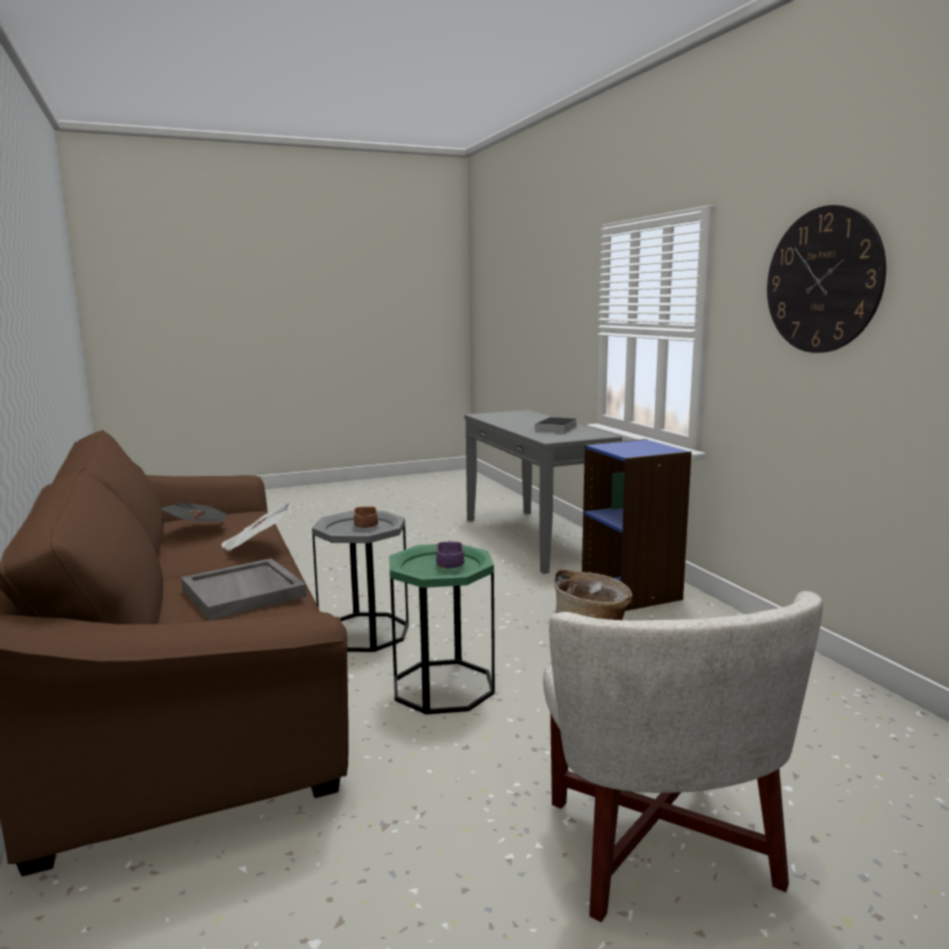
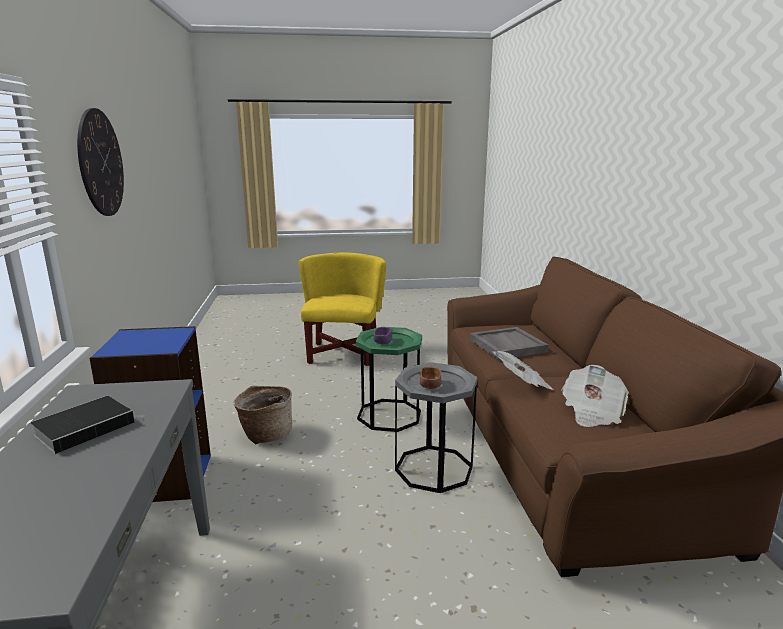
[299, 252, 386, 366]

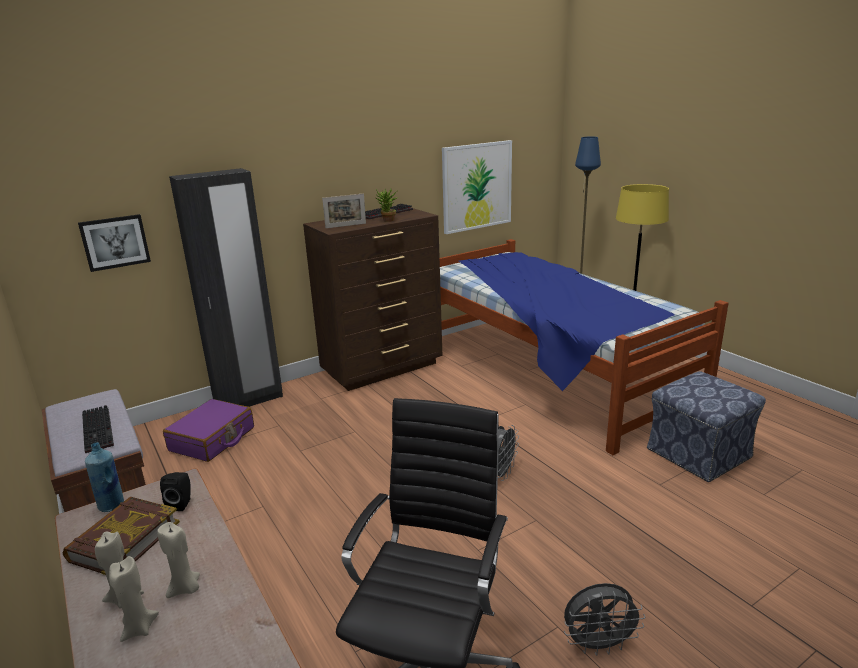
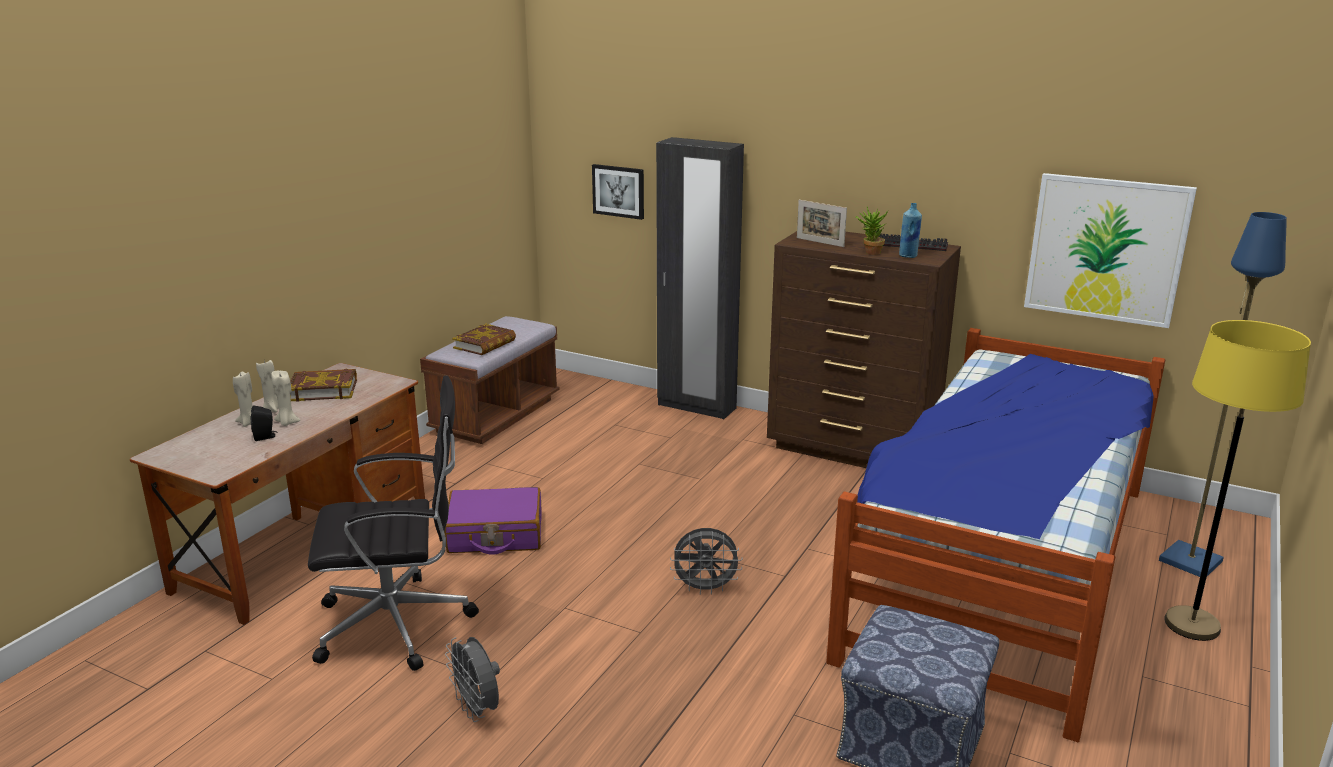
[251, 405, 276, 441]
[444, 487, 542, 555]
[452, 324, 516, 355]
[899, 203, 922, 258]

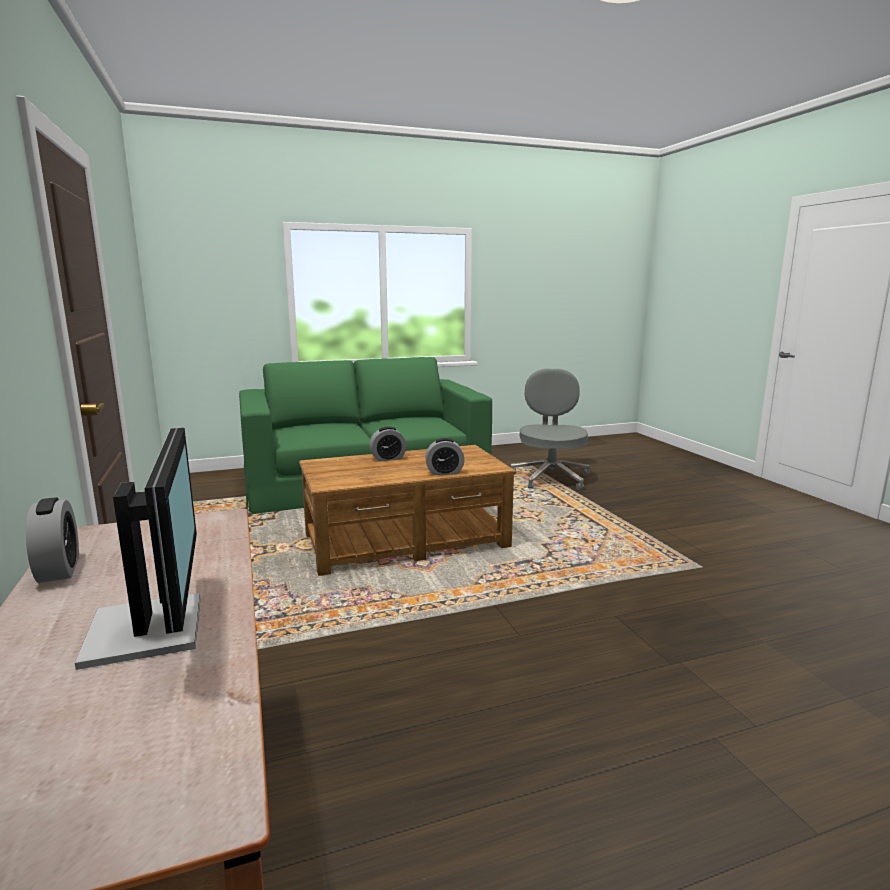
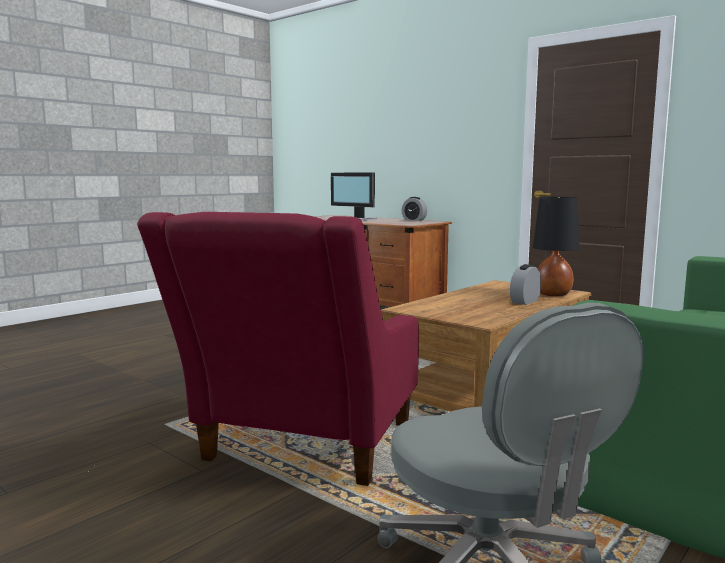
[137, 212, 419, 486]
[533, 197, 579, 296]
[425, 438, 465, 475] (first image)

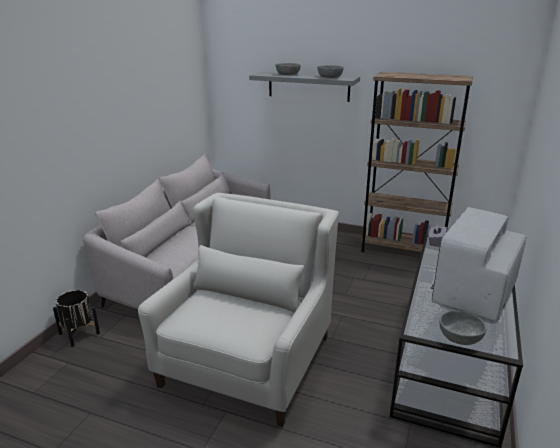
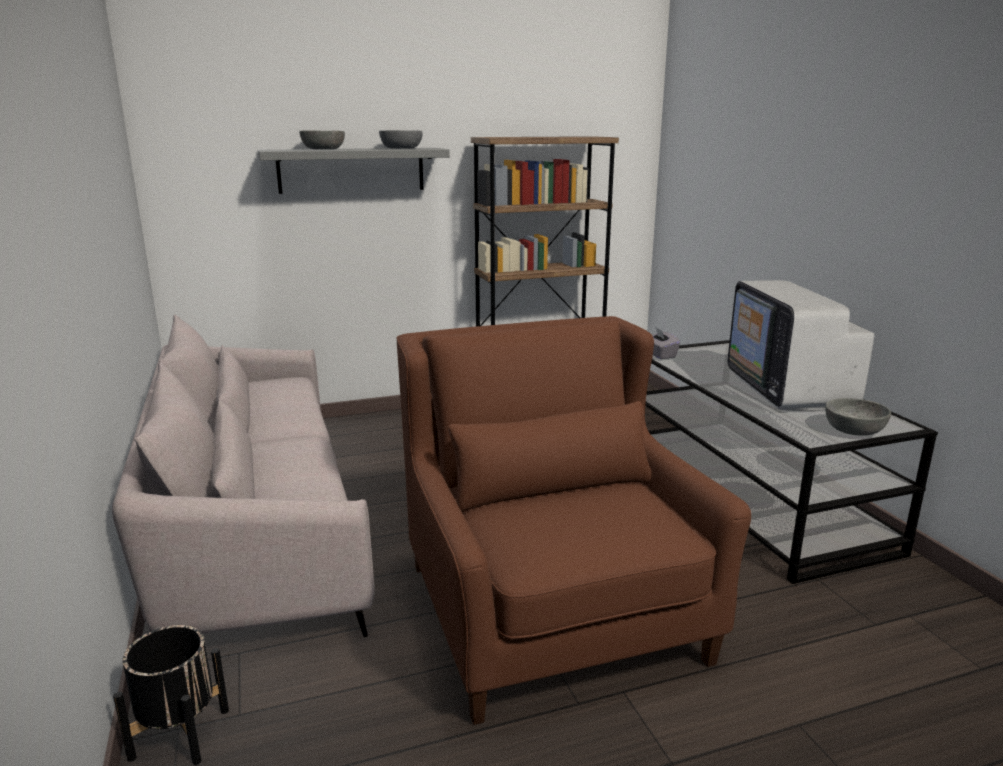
[397, 316, 751, 725]

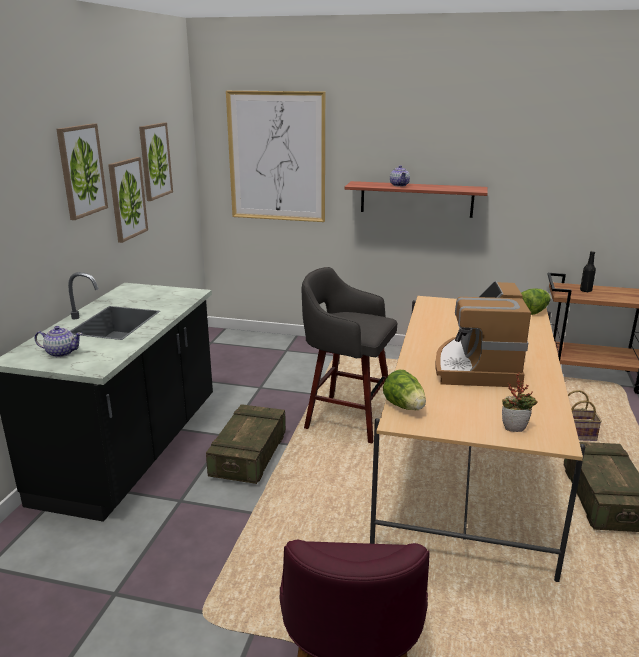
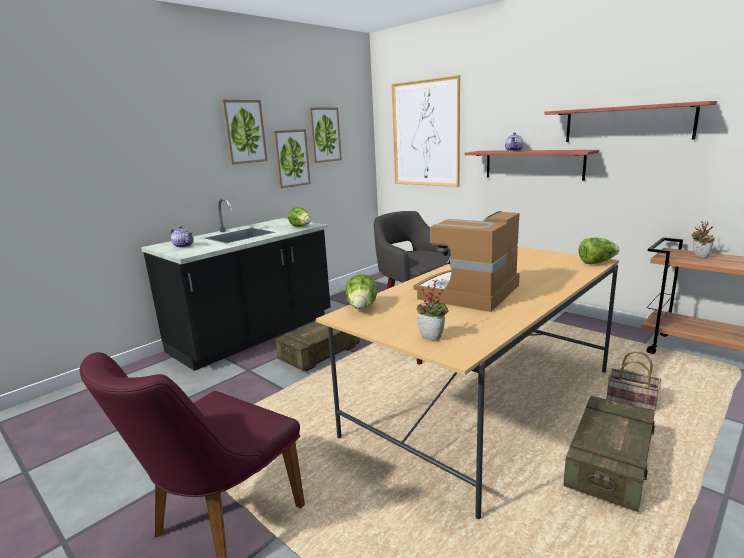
[288, 207, 311, 227]
[544, 101, 717, 142]
[691, 221, 715, 258]

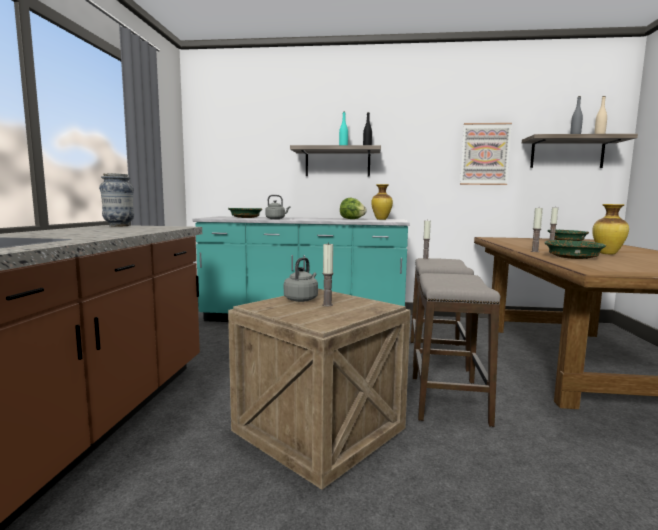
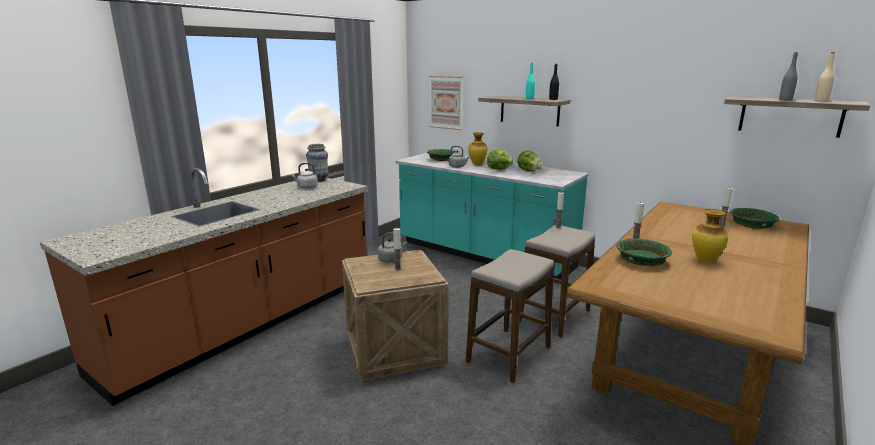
[291, 163, 318, 189]
[429, 76, 463, 130]
[468, 132, 487, 165]
[487, 150, 513, 170]

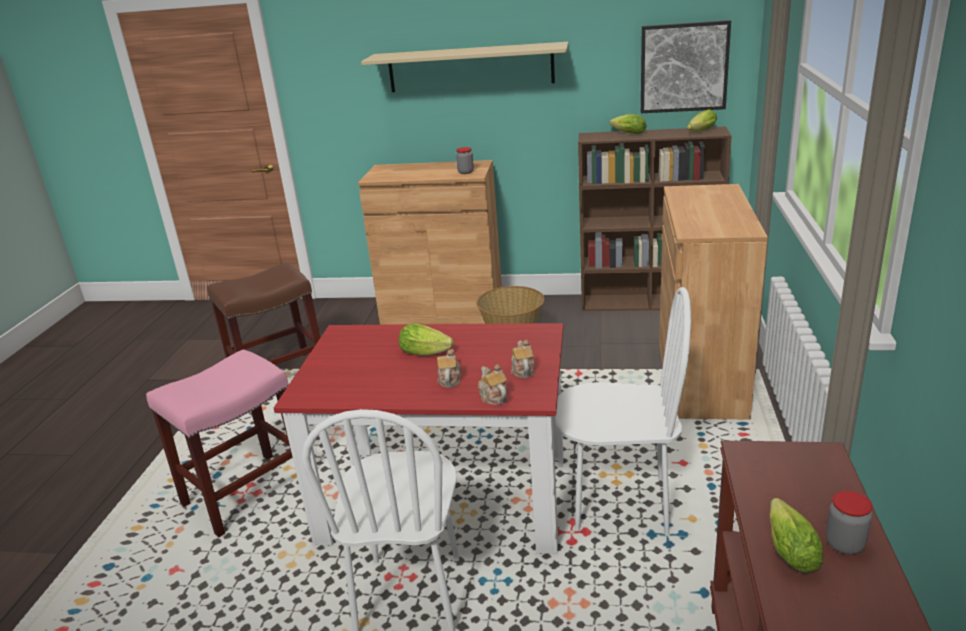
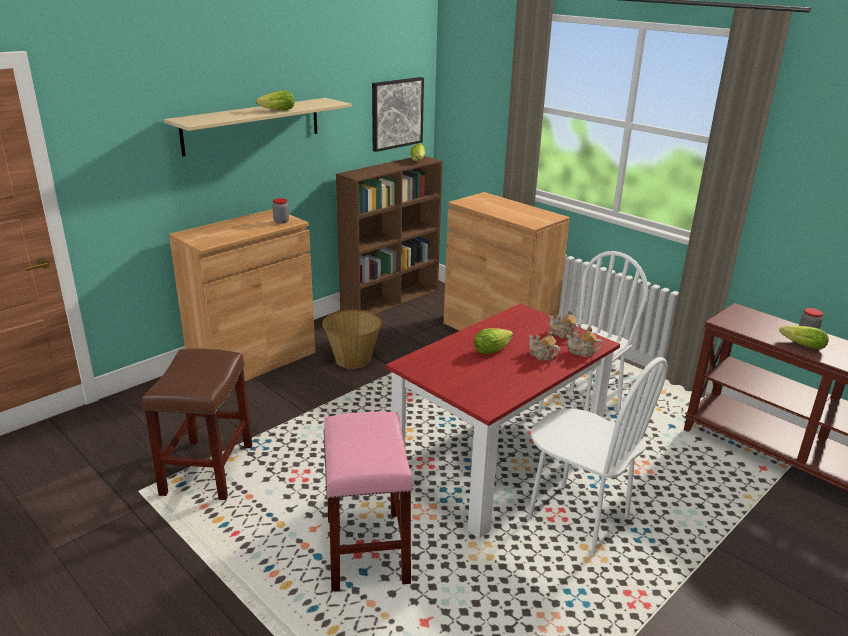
[256, 91, 295, 110]

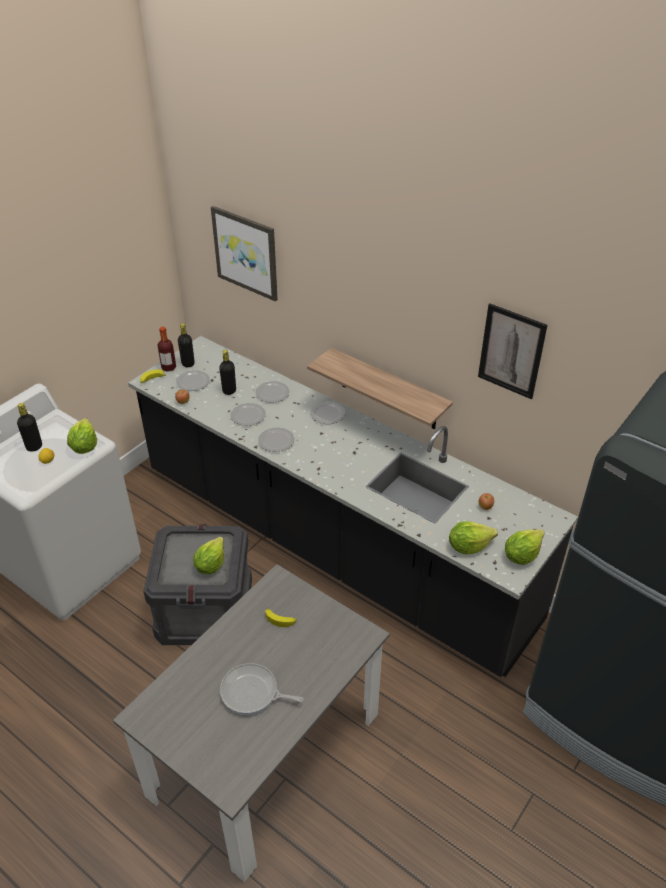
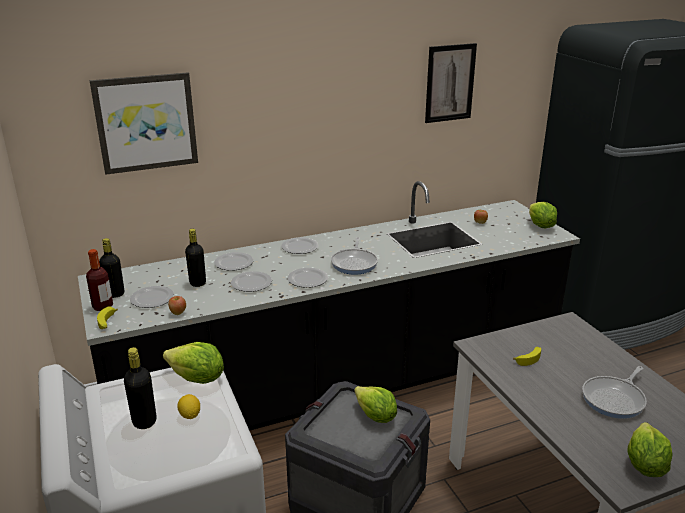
[331, 237, 378, 275]
[628, 422, 672, 477]
[307, 348, 453, 429] (first image)

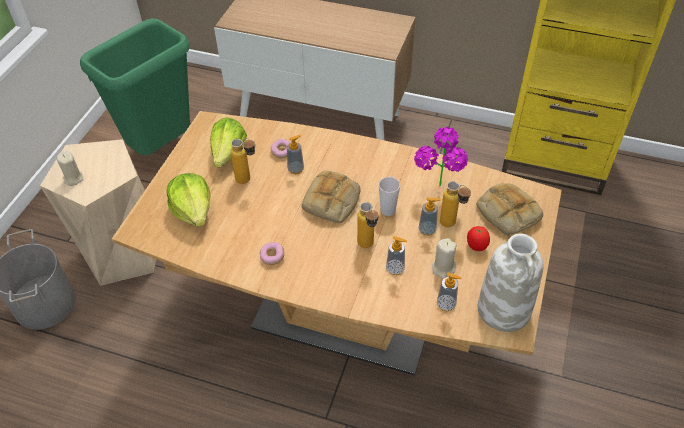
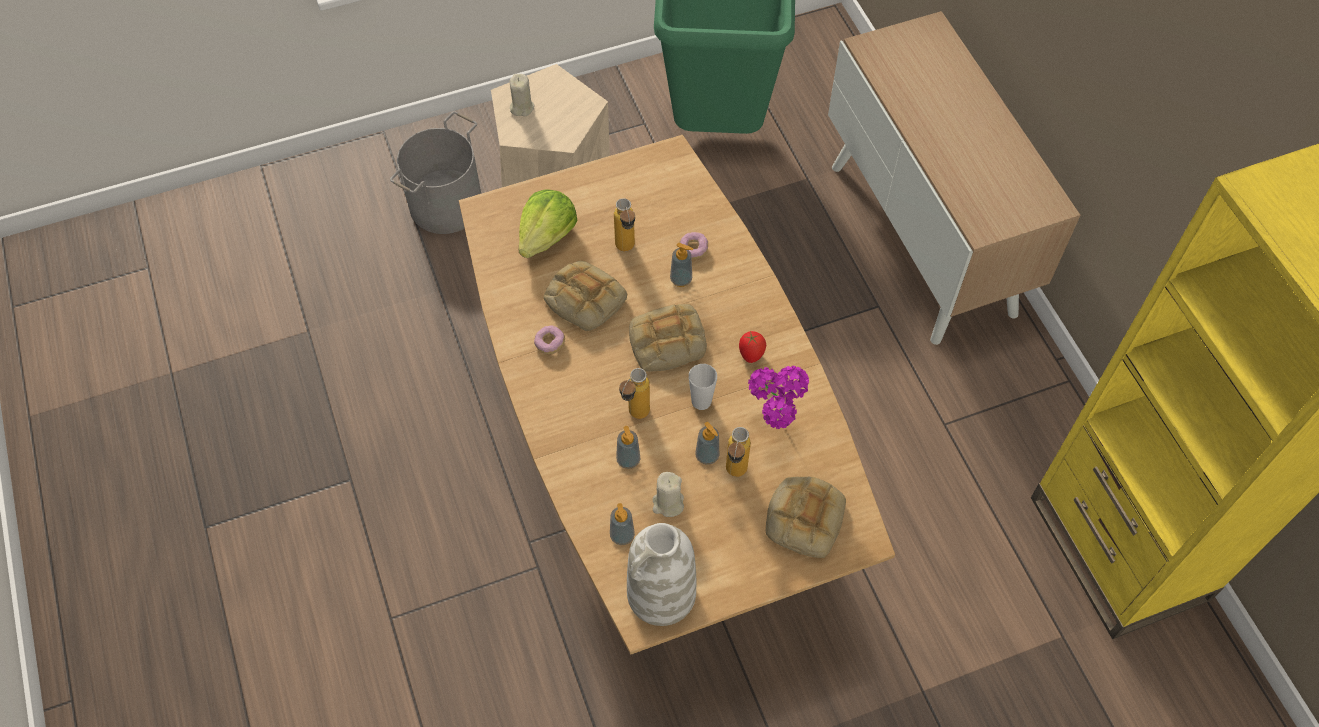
[543, 261, 627, 331]
[739, 331, 766, 363]
[210, 117, 247, 167] (first image)

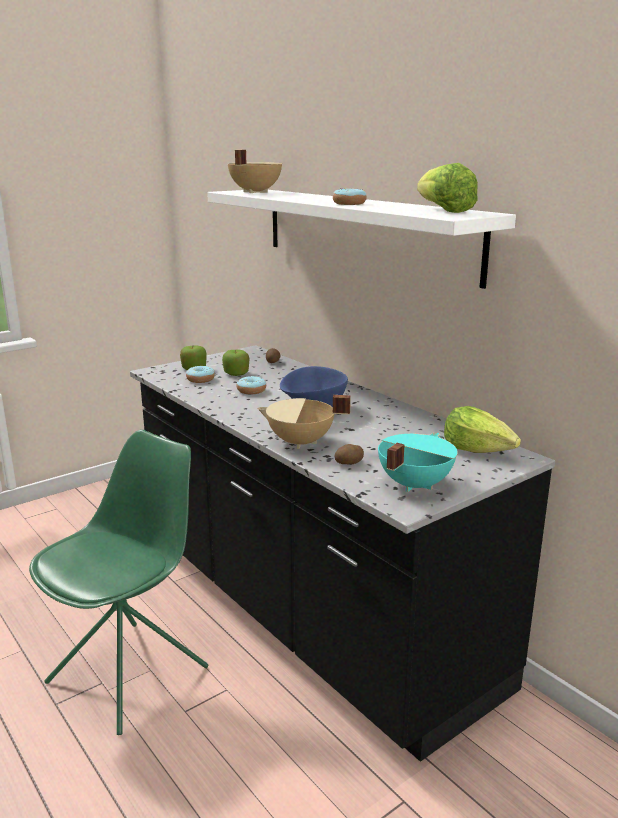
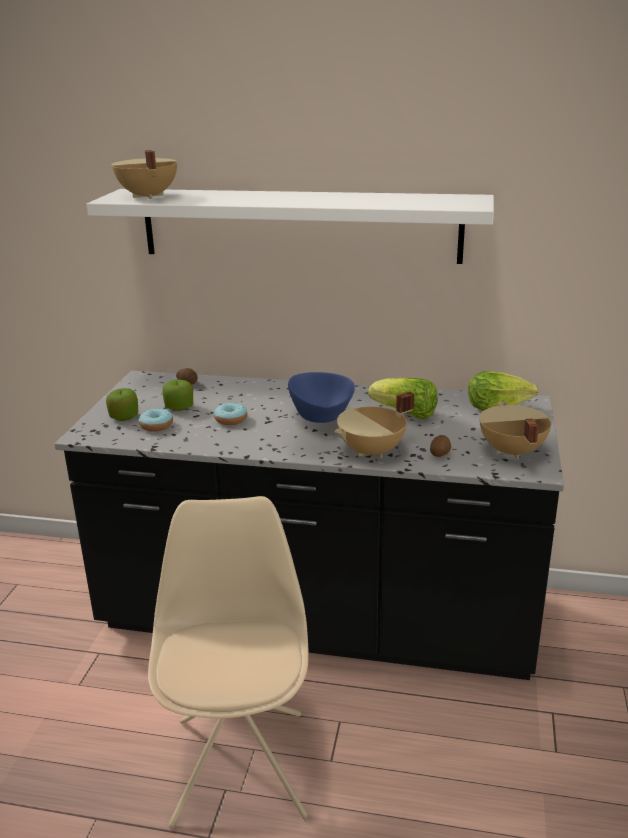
[148, 496, 309, 828]
[368, 378, 438, 419]
[479, 401, 551, 459]
[333, 188, 367, 205] (first image)

